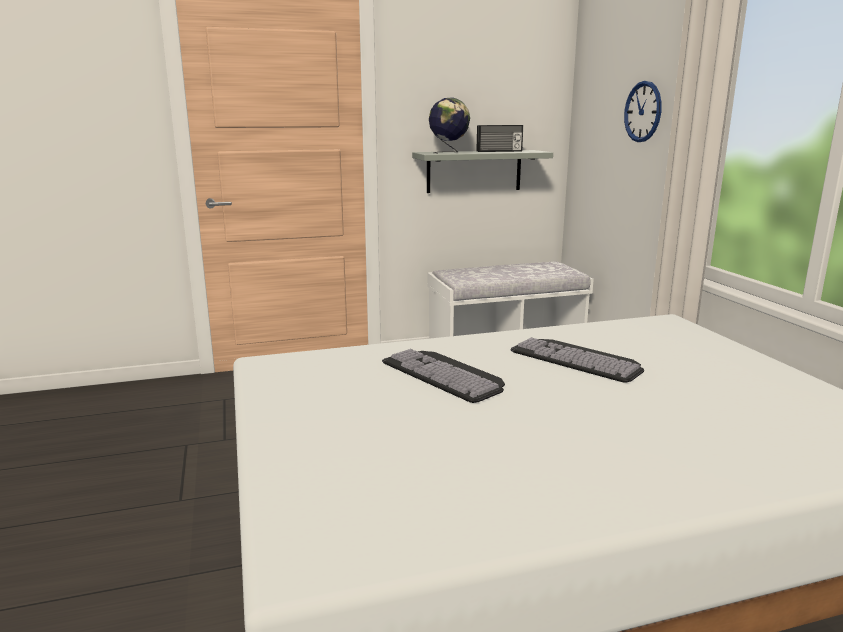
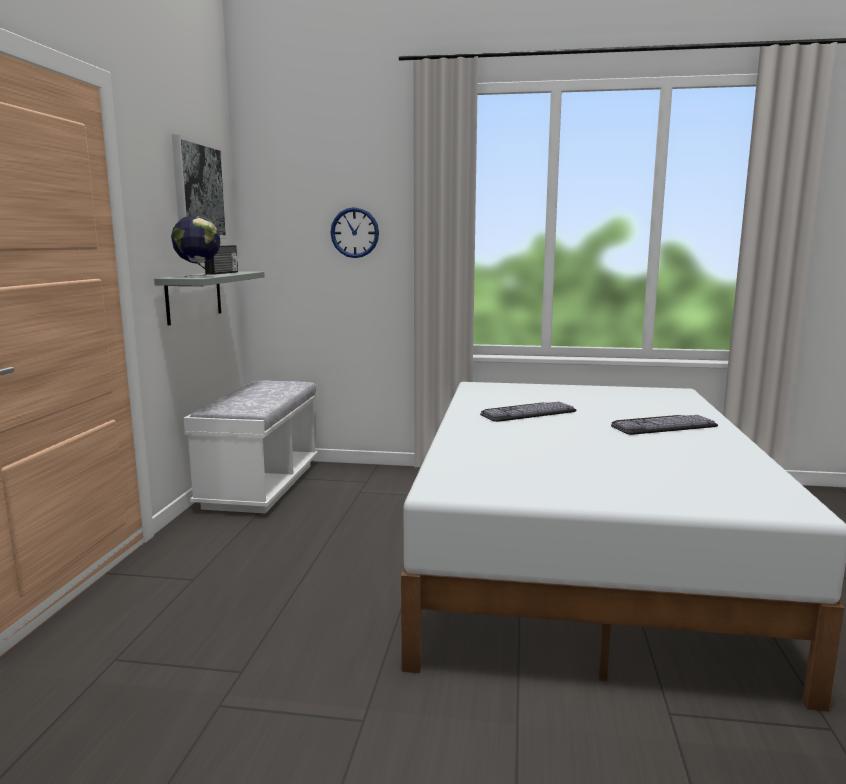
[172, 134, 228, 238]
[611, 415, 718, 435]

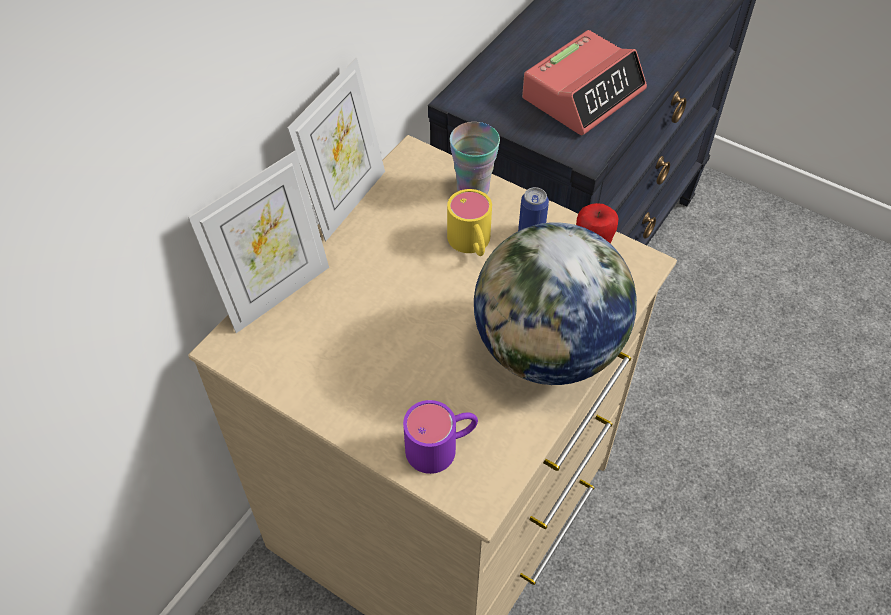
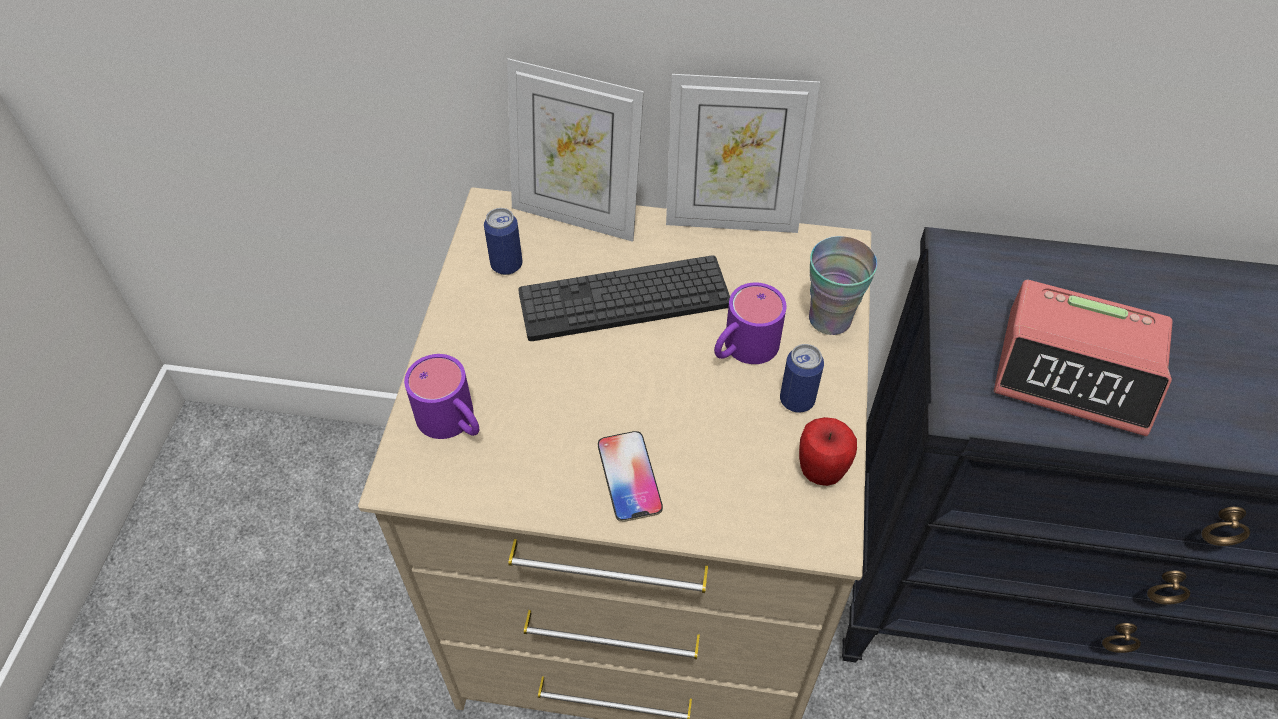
[484, 208, 522, 275]
[518, 255, 730, 341]
[598, 431, 663, 522]
[714, 282, 786, 364]

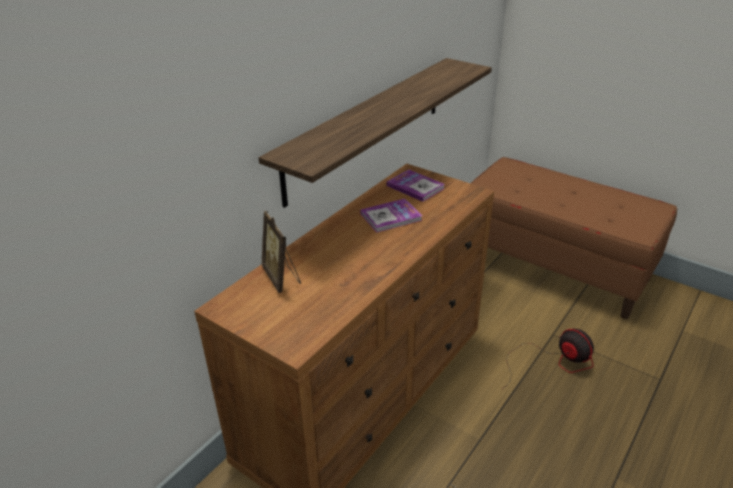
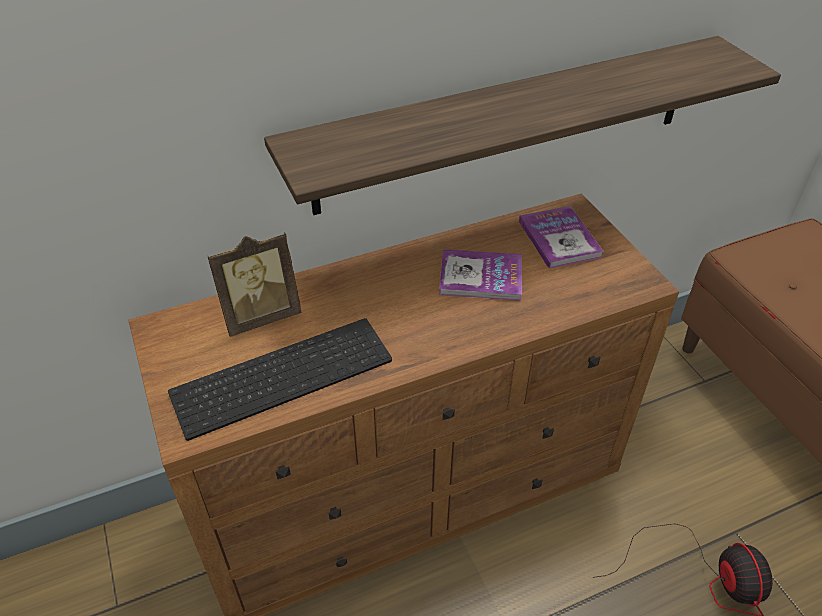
[168, 318, 392, 441]
[207, 232, 301, 337]

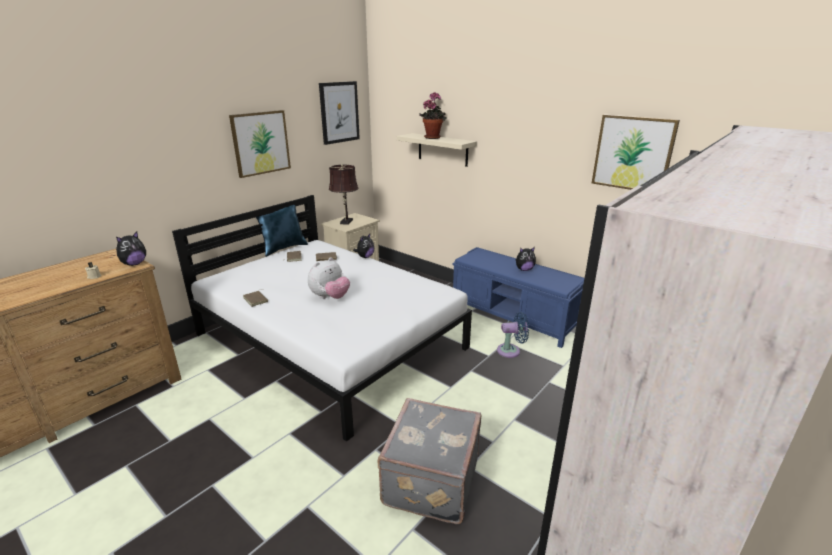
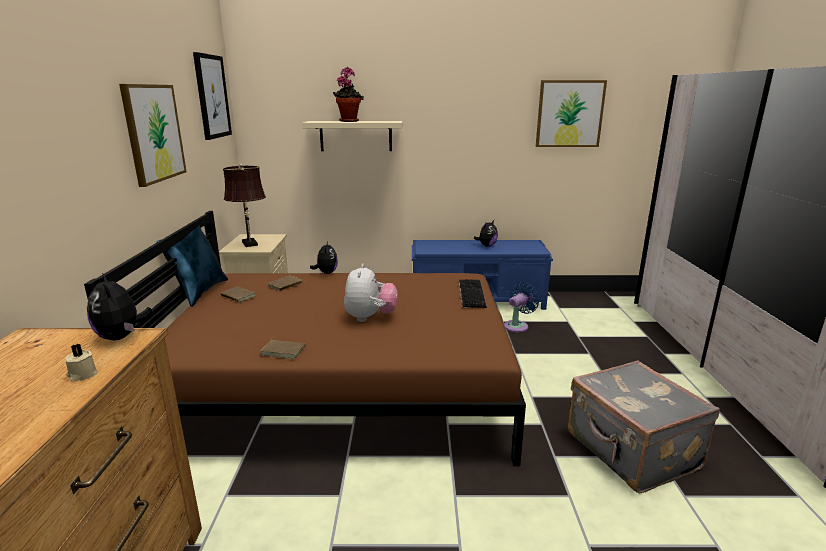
[84, 211, 526, 466]
[87, 273, 152, 340]
[459, 279, 487, 308]

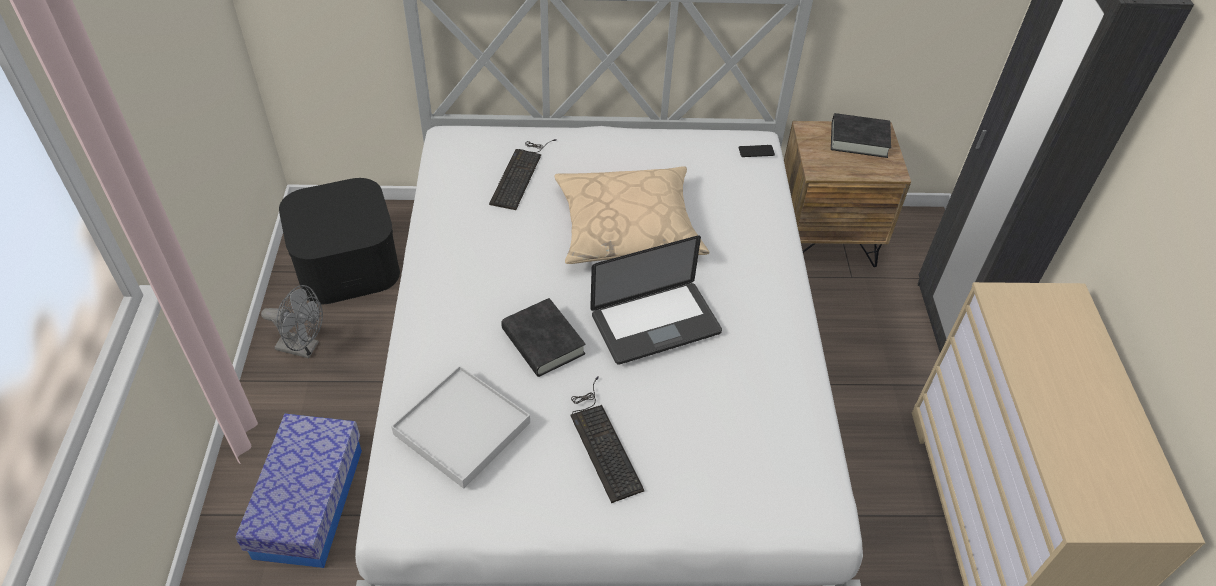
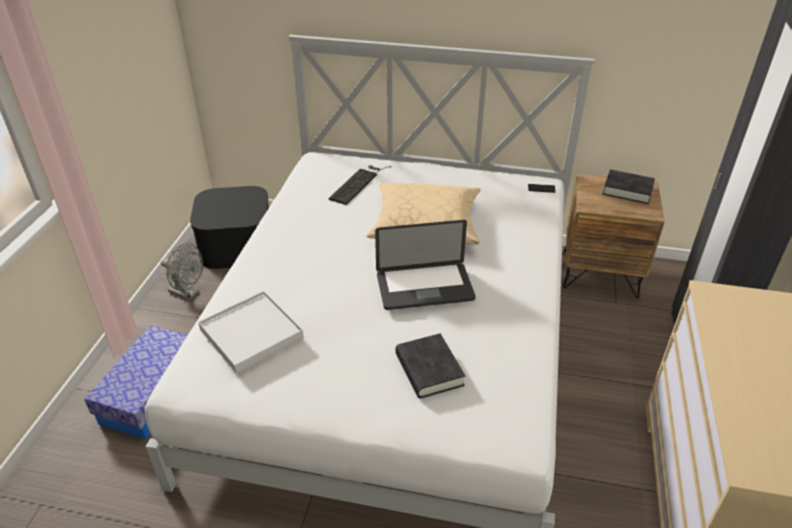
[396, 333, 465, 398]
[571, 376, 644, 503] (first image)

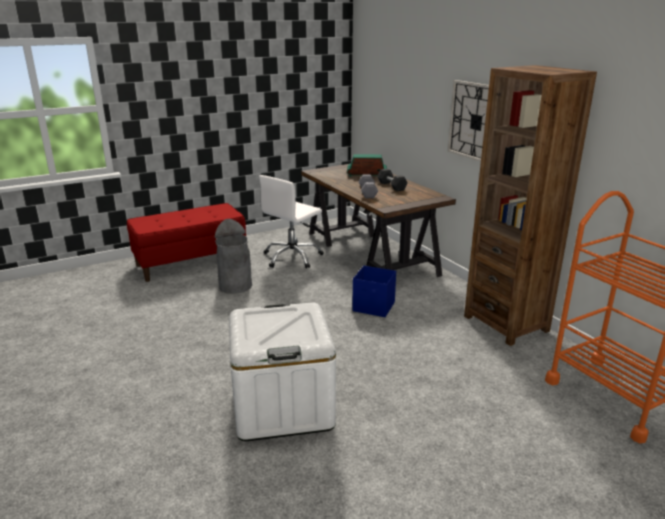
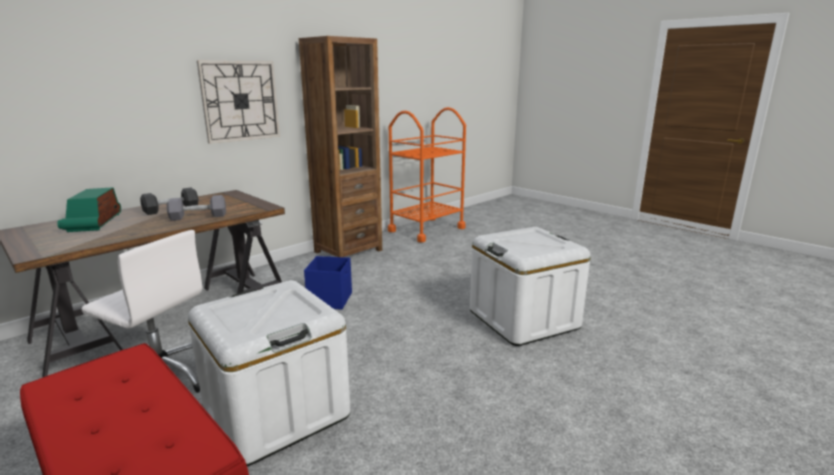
[188, 280, 350, 466]

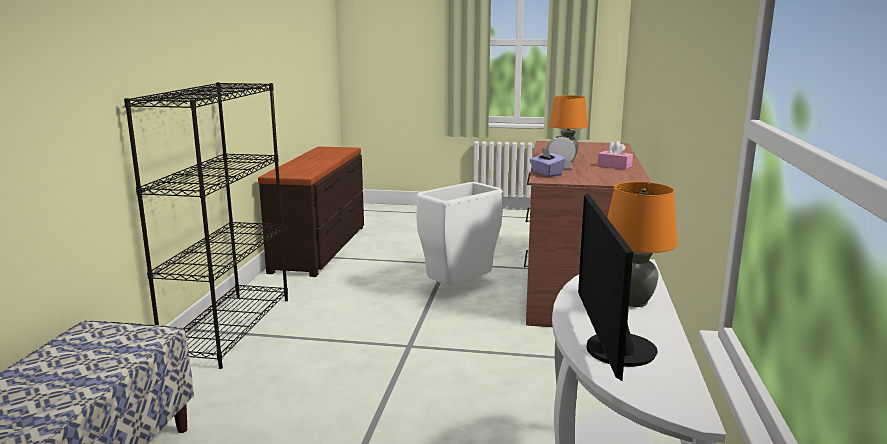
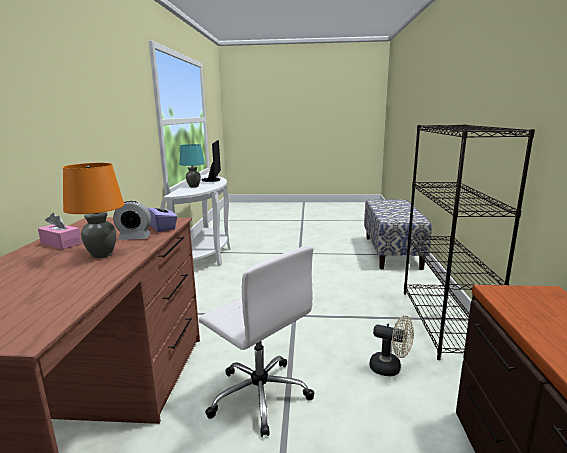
[179, 144, 205, 187]
[199, 246, 314, 437]
[369, 315, 414, 376]

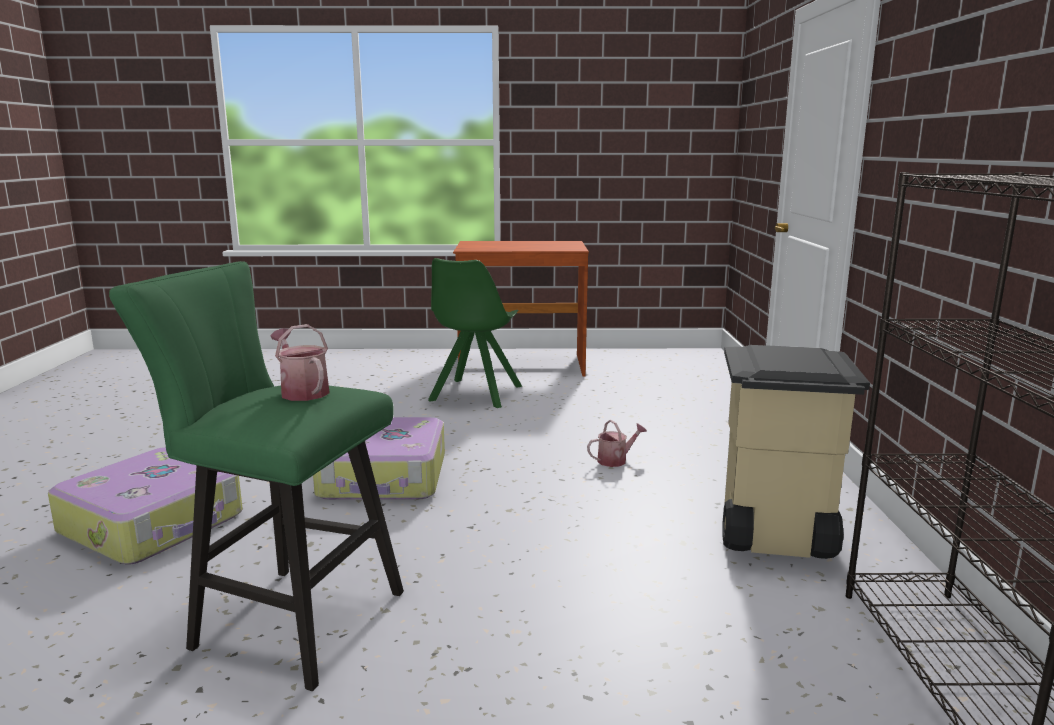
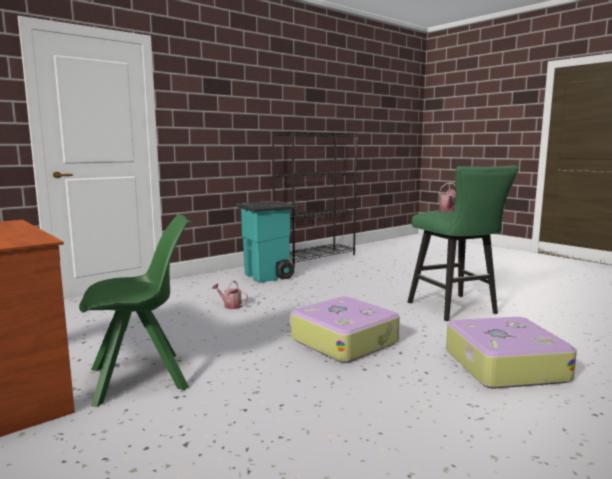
[236, 201, 299, 283]

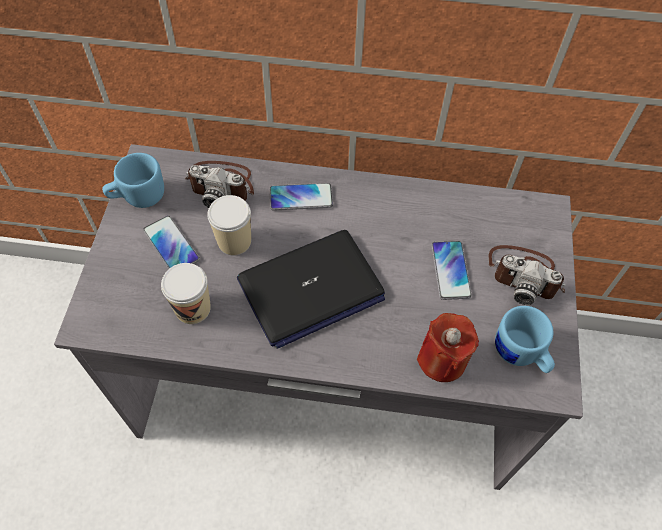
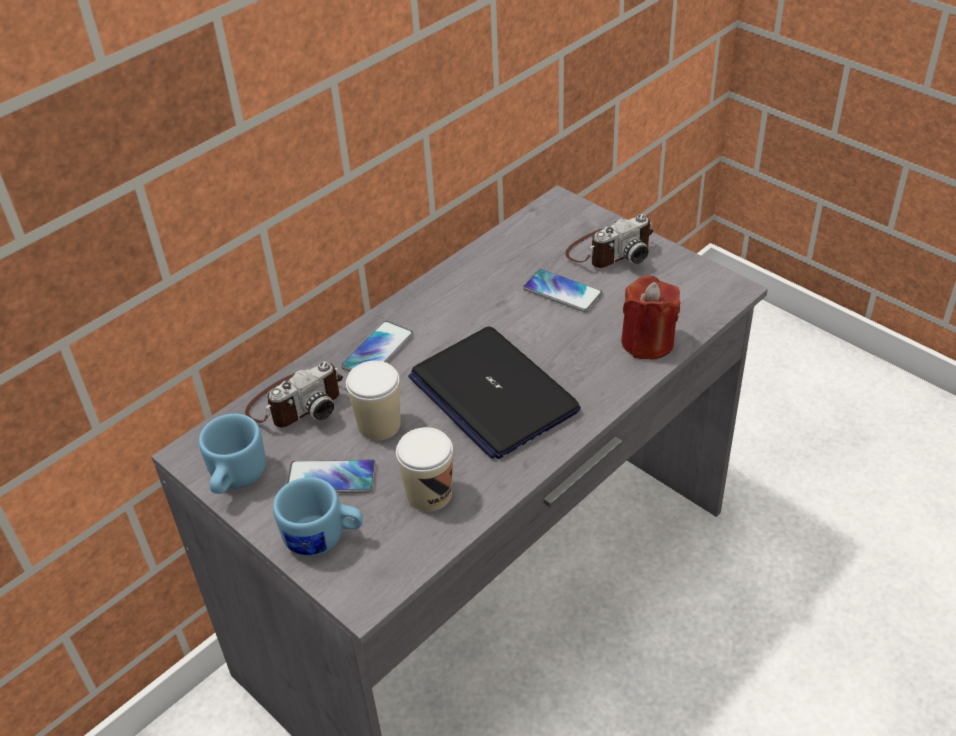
[273, 477, 363, 557]
[408, 326, 581, 459]

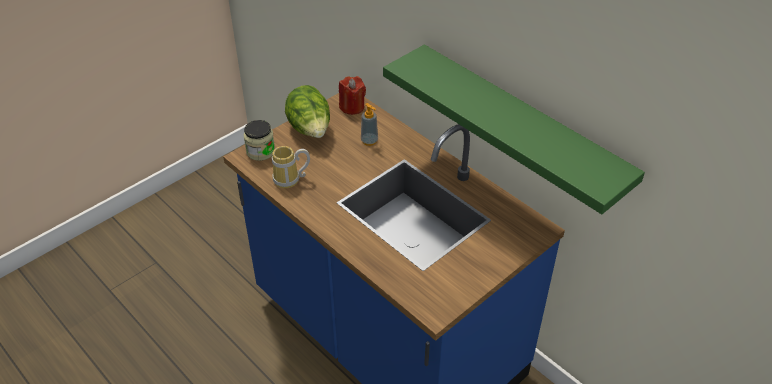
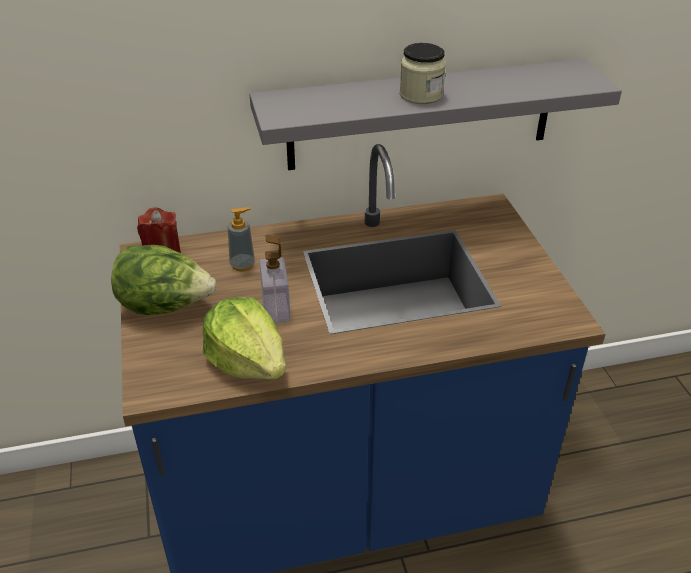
[203, 297, 286, 380]
[250, 59, 622, 170]
[259, 235, 291, 323]
[400, 43, 446, 104]

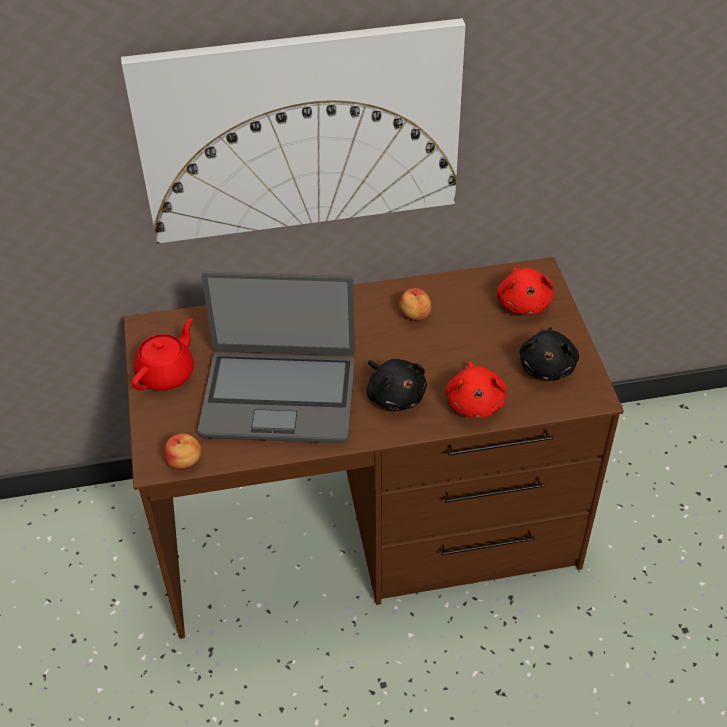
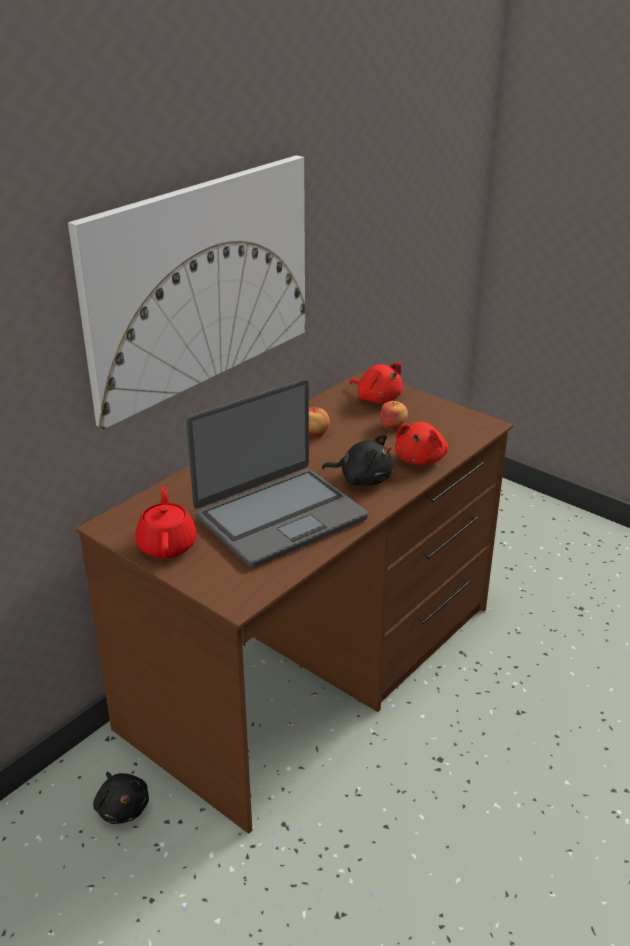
[93, 771, 149, 824]
[380, 401, 408, 430]
[395, 422, 448, 465]

